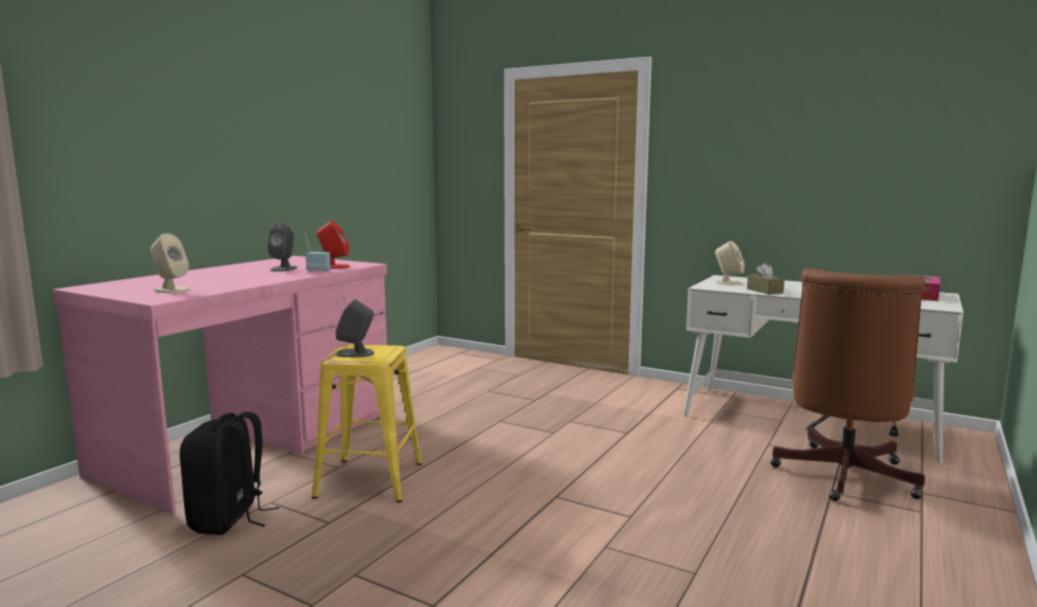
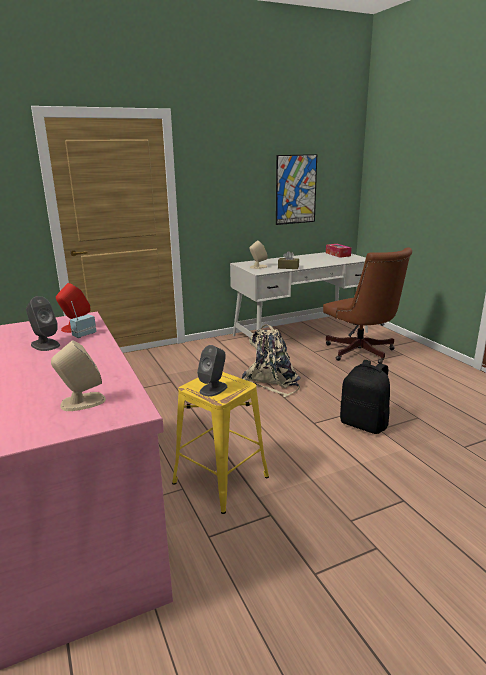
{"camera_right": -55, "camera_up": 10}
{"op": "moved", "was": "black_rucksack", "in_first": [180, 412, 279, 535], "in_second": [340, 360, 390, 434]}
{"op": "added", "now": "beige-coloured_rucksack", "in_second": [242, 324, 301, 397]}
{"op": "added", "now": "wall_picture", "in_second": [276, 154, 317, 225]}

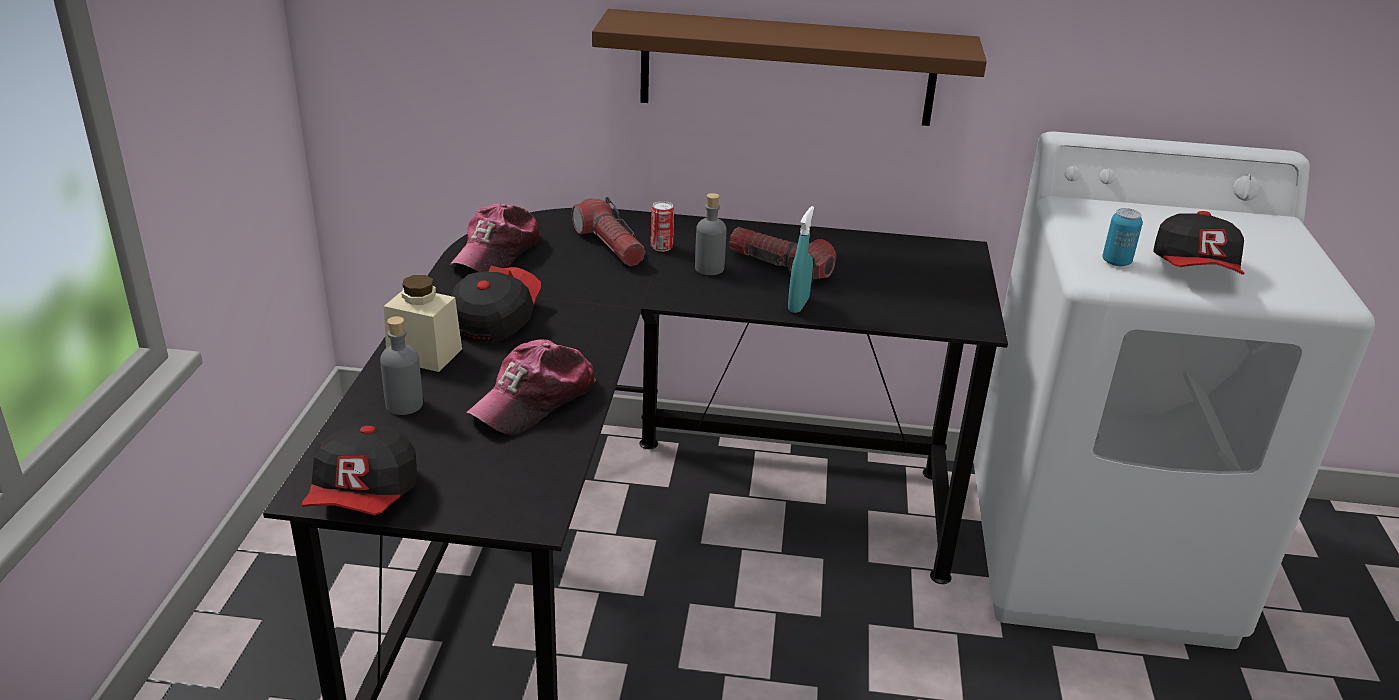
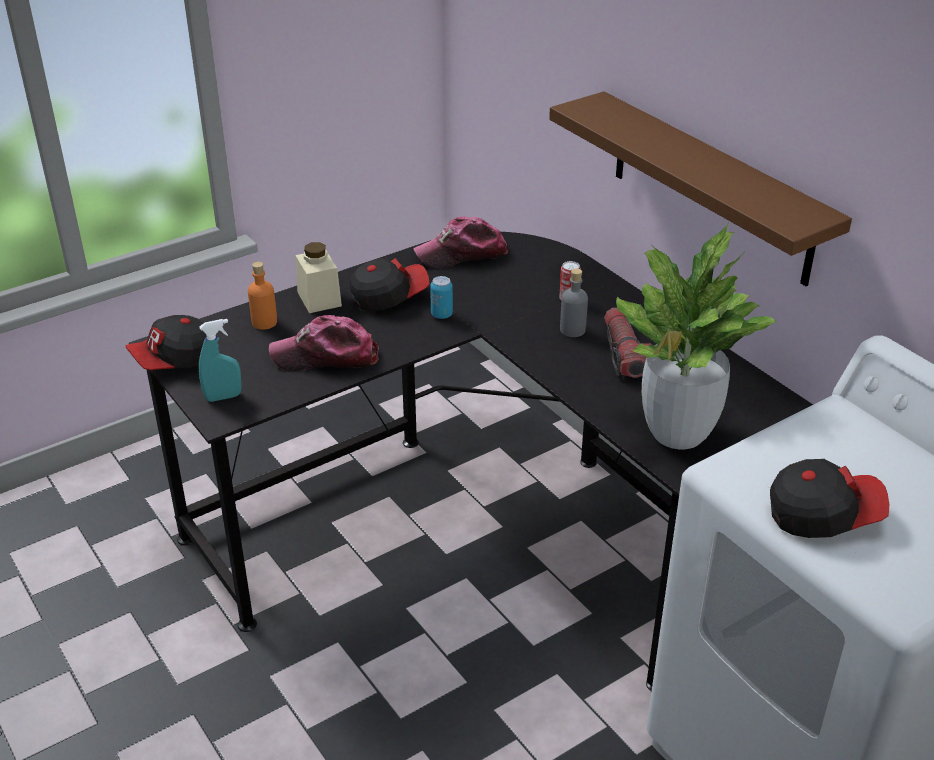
{"camera_right": 50, "camera_up": 5}
{"op": "recoloured", "was": "greyish_drink_bottle", "now": "orangey_drink_bottle", "in_first": [380, 316, 423, 415], "in_second": [248, 262, 277, 330]}
{"op": "removed", "was": "torch", "in_first": [572, 197, 645, 266]}
{"op": "moved", "was": "turquoise_spray_bottle", "in_first": [788, 206, 814, 313], "in_second": [199, 319, 242, 402]}
{"op": "moved", "was": "sealed_can", "in_first": [1102, 208, 1143, 266], "in_second": [430, 276, 453, 319]}
{"op": "turned", "was": "cap", "in_first": [1153, 211, 1244, 275], "in_second": [770, 459, 889, 538], "clockwise": -150}
{"op": "added", "now": "potted_plant", "in_second": [616, 224, 778, 449]}

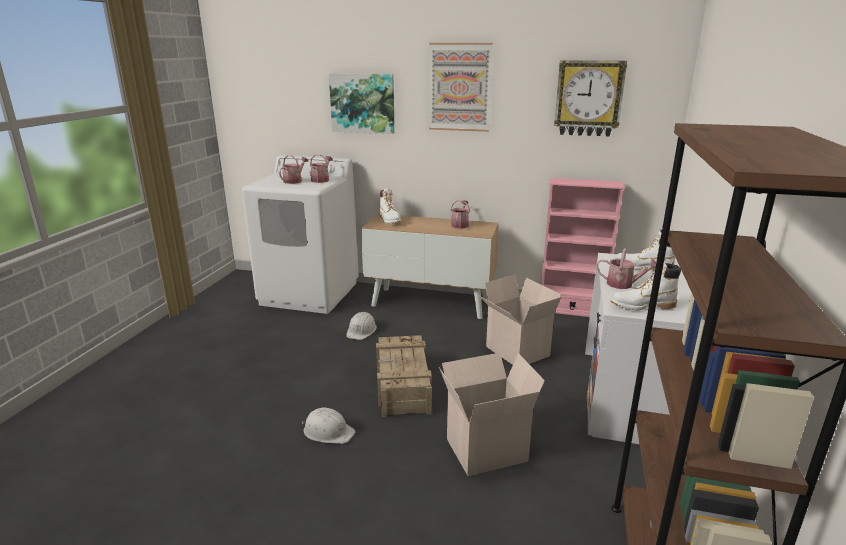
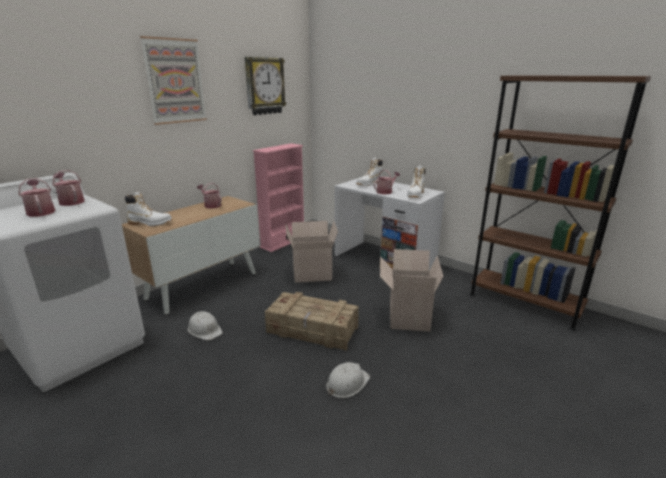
{"camera_right": -65, "camera_up": 0}
{"op": "removed", "was": "wall_picture", "in_first": [329, 73, 395, 134]}

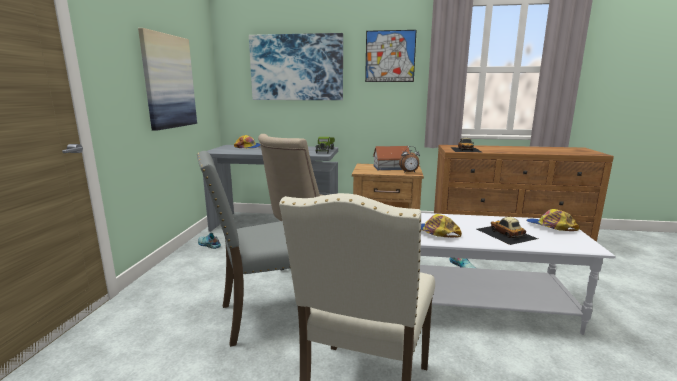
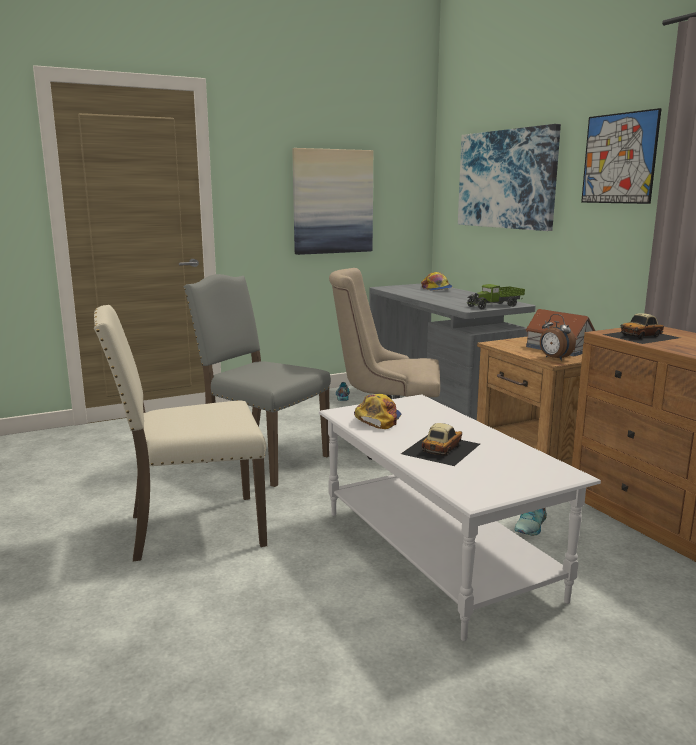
{"camera_right": 55, "camera_up": 0}
{"op": "removed", "was": "cap", "in_first": [526, 209, 580, 231]}

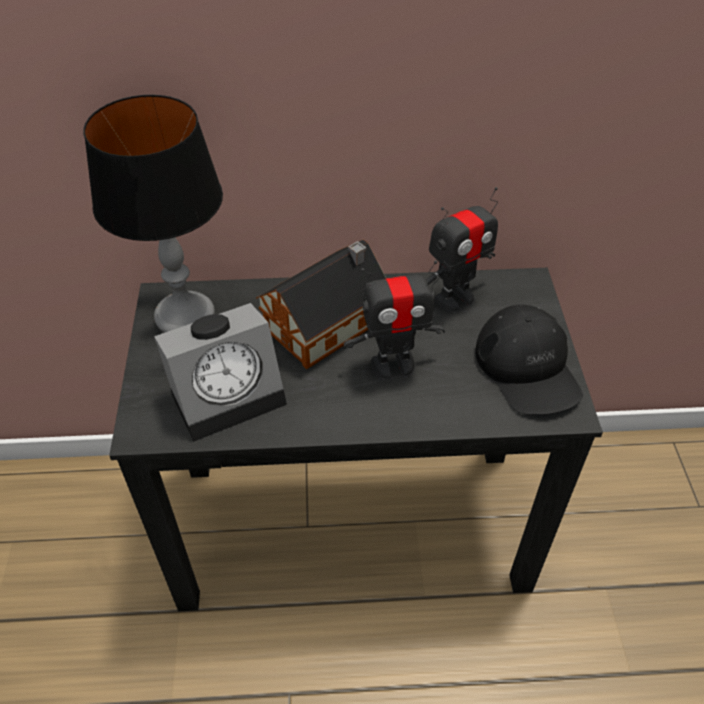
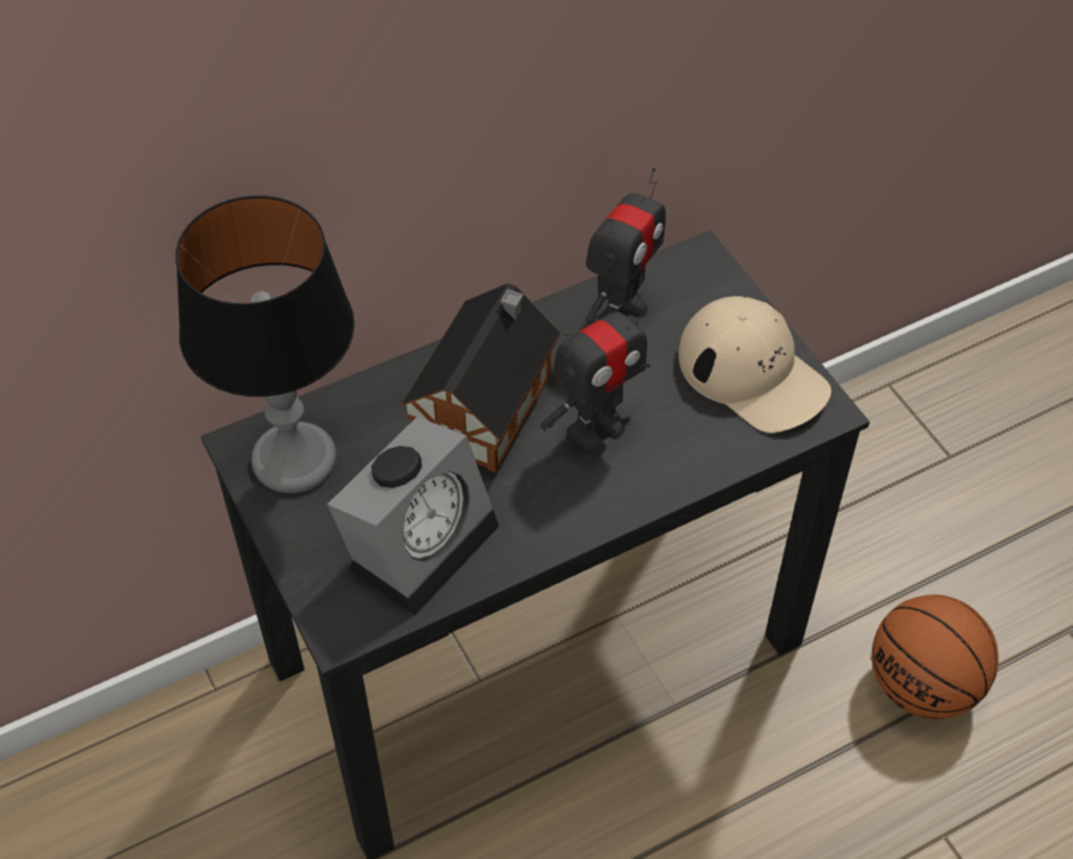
{"camera_right": -25, "camera_up": 5}
{"op": "recoloured", "was": "black_cap", "now": "beige-coloured_cap", "in_first": [475, 305, 583, 415], "in_second": [679, 296, 831, 433]}
{"op": "added", "now": "ball_for_basketball", "in_second": [872, 595, 999, 719]}

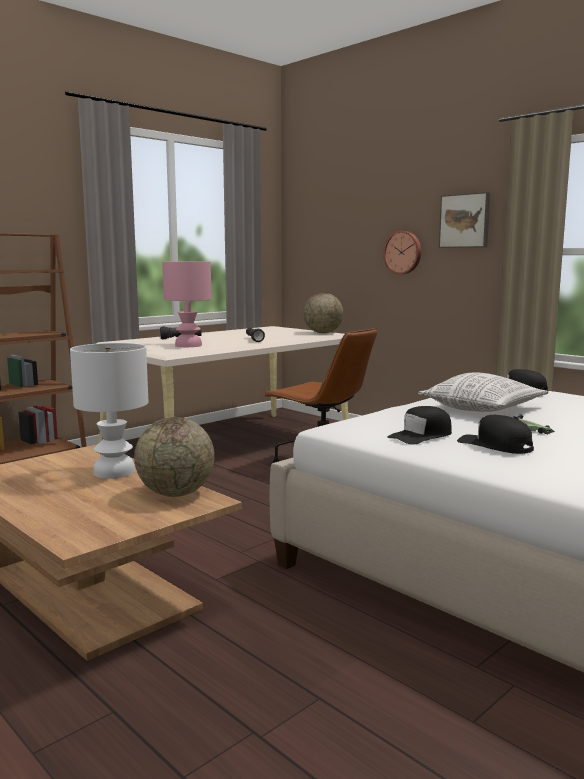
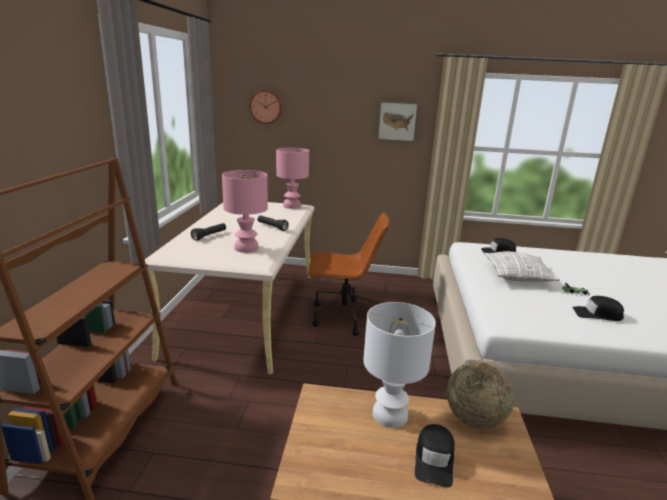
{"camera_right": -40, "camera_up": 10}
{"op": "replaced", "was": "globe", "now": "pinkish_table_lamp", "in_first": [303, 293, 343, 333], "in_second": [276, 147, 309, 209]}
{"op": "moved", "was": "wall_clock", "in_first": [383, 231, 421, 274], "in_second": [250, 90, 282, 124]}
{"op": "moved", "was": "black_cap", "in_first": [387, 406, 452, 445], "in_second": [415, 424, 455, 488]}

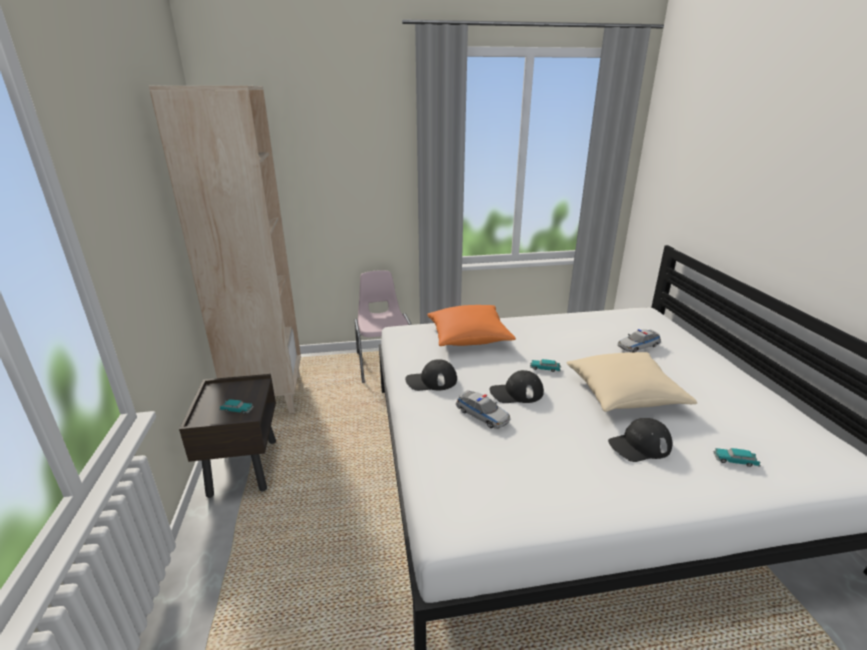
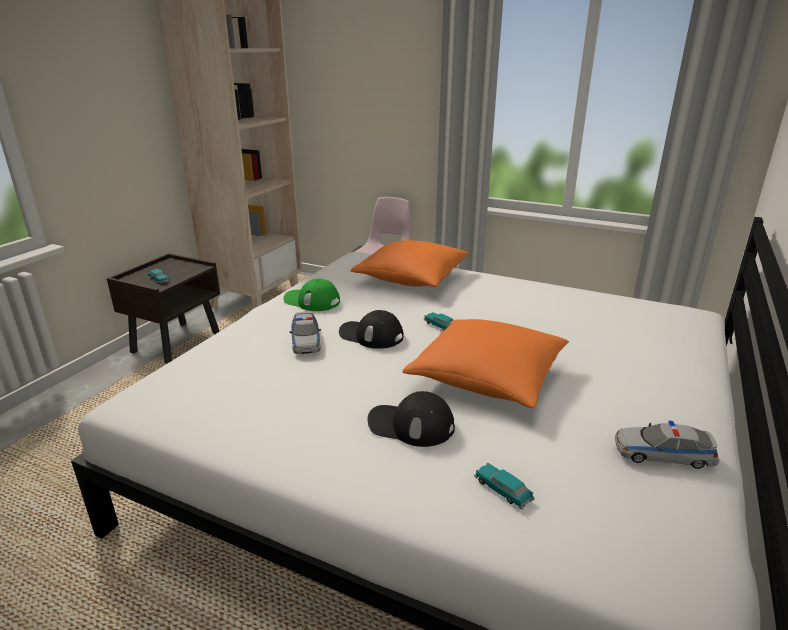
{"camera_right": 35, "camera_up": 0}
{"op": "recoloured", "was": "black_cap", "now": "green-coloured_cap", "in_first": [405, 359, 457, 391], "in_second": [283, 279, 340, 311]}
{"op": "recoloured", "was": "beige-coloured_cushion", "now": "orangey_cushion", "in_first": [567, 352, 697, 412], "in_second": [402, 319, 569, 408]}
{"op": "moved", "was": "model_car", "in_first": [618, 329, 661, 352], "in_second": [615, 421, 719, 469]}

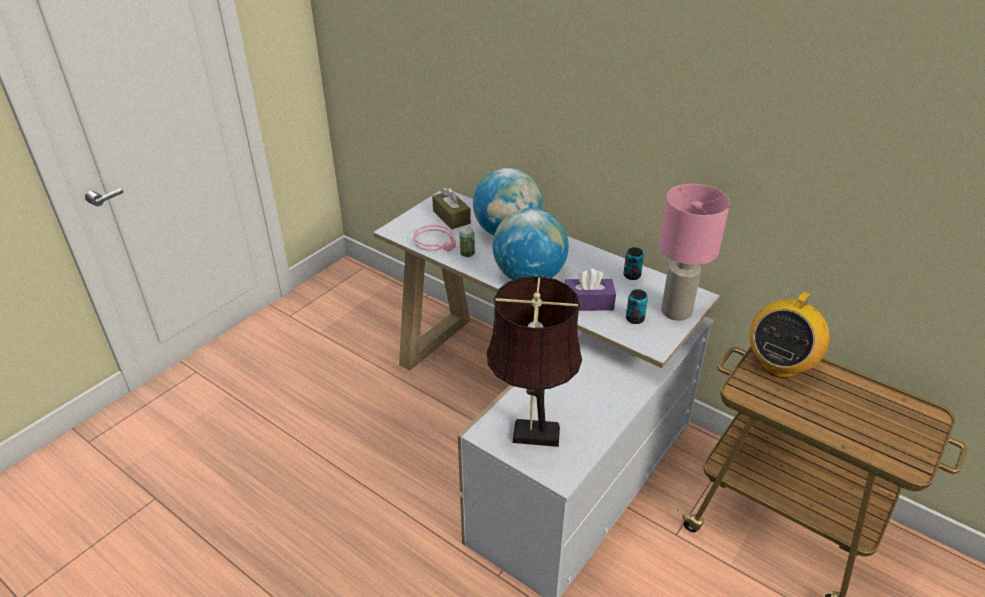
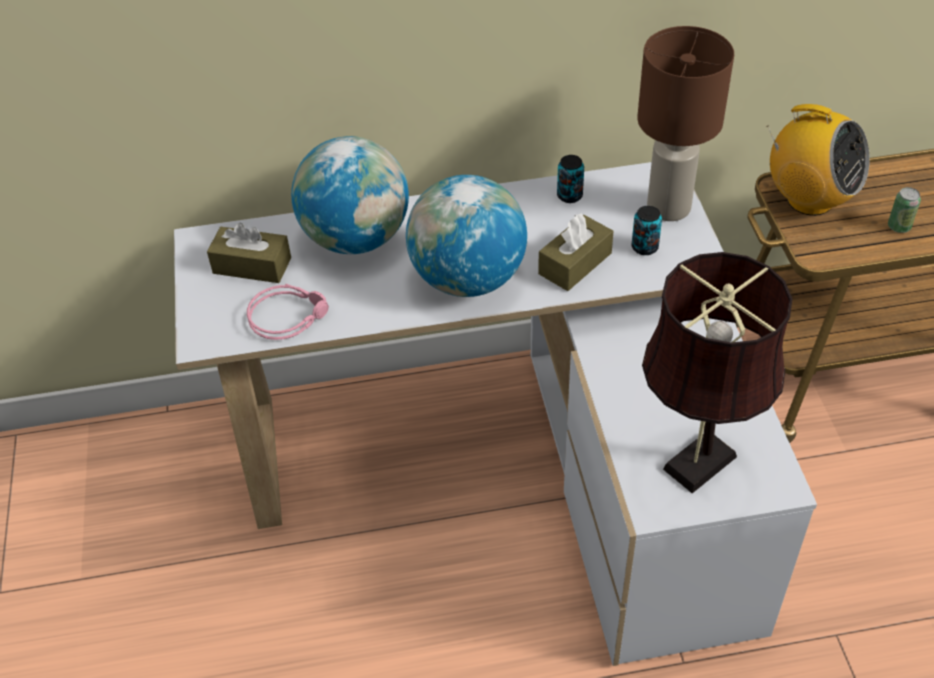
{"camera_right": -45, "camera_up": 10}
{"op": "moved", "was": "sealed_can", "in_first": [459, 227, 475, 257], "in_second": [888, 187, 921, 233]}
{"op": "recoloured", "was": "purple_tissue_holder", "now": "brownish_tissue_holder", "in_first": [565, 269, 616, 311], "in_second": [538, 213, 613, 291]}
{"op": "recoloured", "was": "pinkish_table_lamp", "now": "brownish_table_lamp", "in_first": [659, 184, 730, 321], "in_second": [637, 26, 734, 221]}
{"op": "turned", "was": "radio_receiver", "in_first": [750, 286, 829, 378], "in_second": [767, 104, 870, 216], "clockwise": -45}

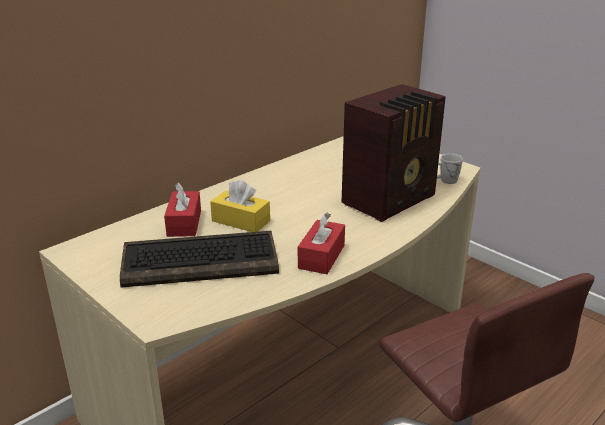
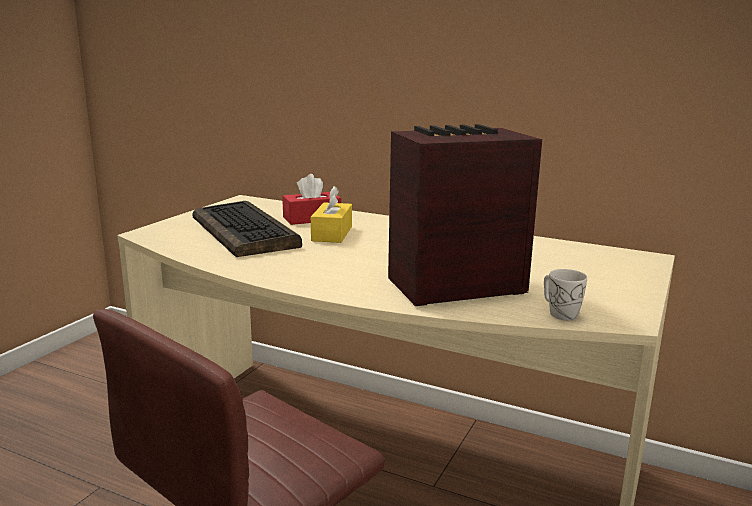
{"camera_right": 70, "camera_up": -10}
{"op": "removed", "was": "red_tissue_holder", "in_first": [298, 212, 345, 274]}
{"op": "turned", "was": "radio_receiver", "in_first": [342, 84, 446, 222], "in_second": [388, 124, 542, 306], "clockwise": 135}

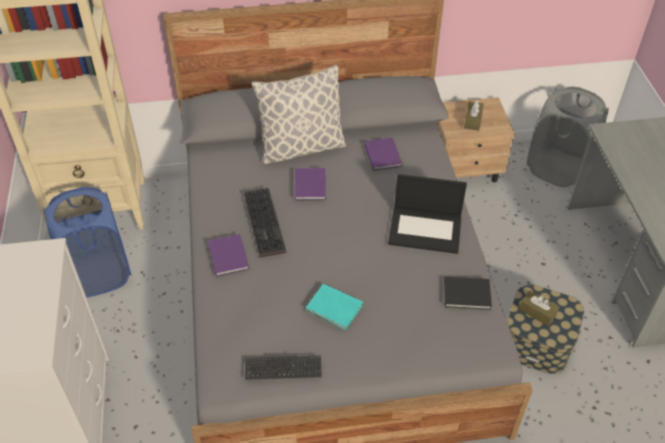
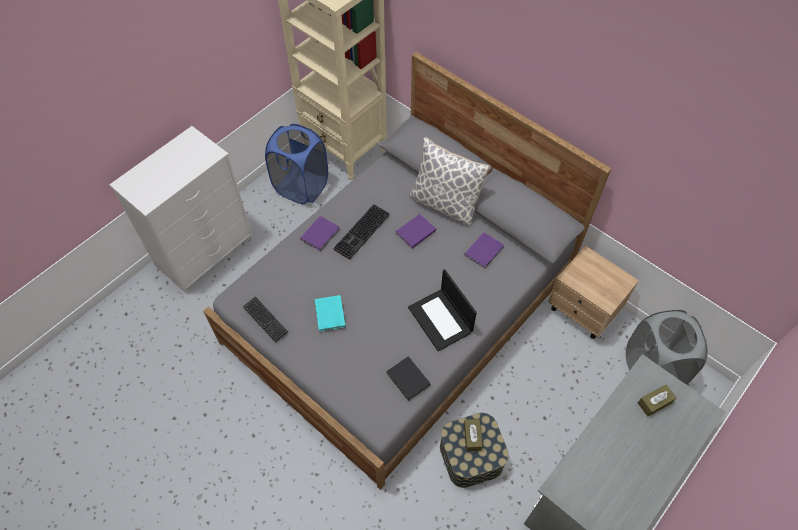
{"camera_right": 50, "camera_up": 10}
{"op": "moved", "was": "brownish_tissue_holder", "in_first": [464, 100, 484, 131], "in_second": [638, 385, 676, 416]}

